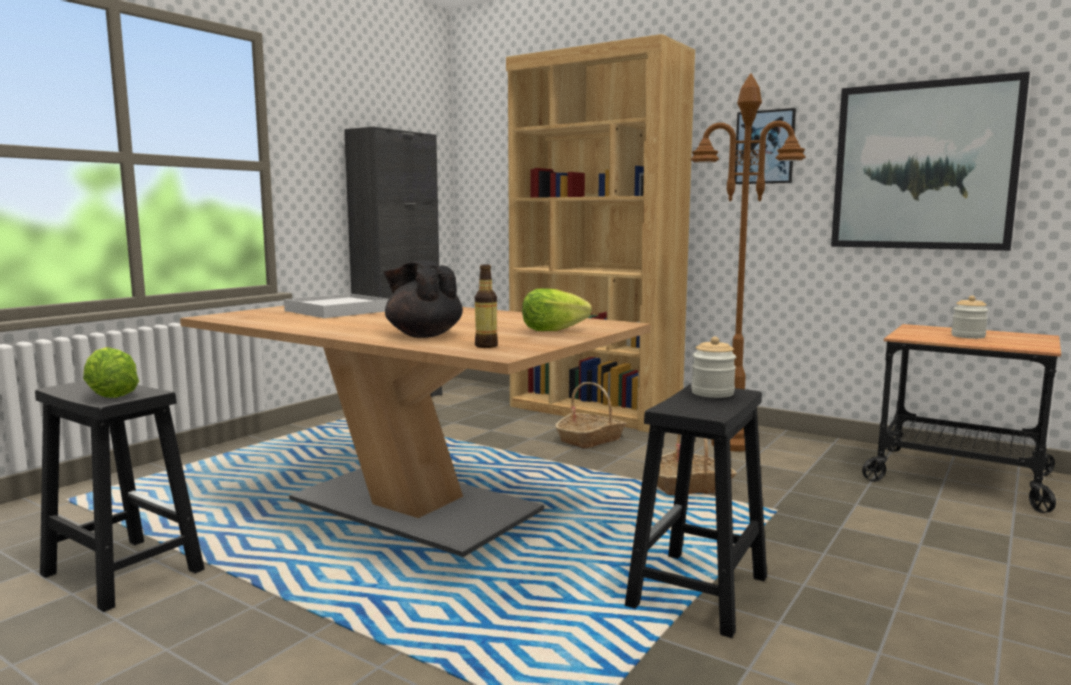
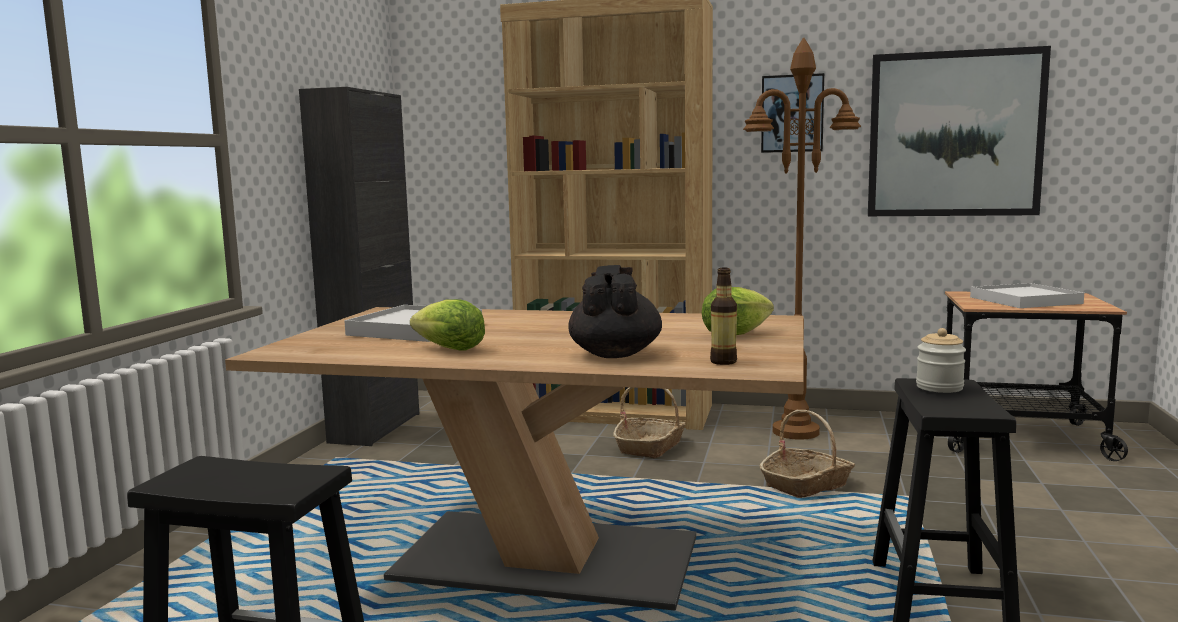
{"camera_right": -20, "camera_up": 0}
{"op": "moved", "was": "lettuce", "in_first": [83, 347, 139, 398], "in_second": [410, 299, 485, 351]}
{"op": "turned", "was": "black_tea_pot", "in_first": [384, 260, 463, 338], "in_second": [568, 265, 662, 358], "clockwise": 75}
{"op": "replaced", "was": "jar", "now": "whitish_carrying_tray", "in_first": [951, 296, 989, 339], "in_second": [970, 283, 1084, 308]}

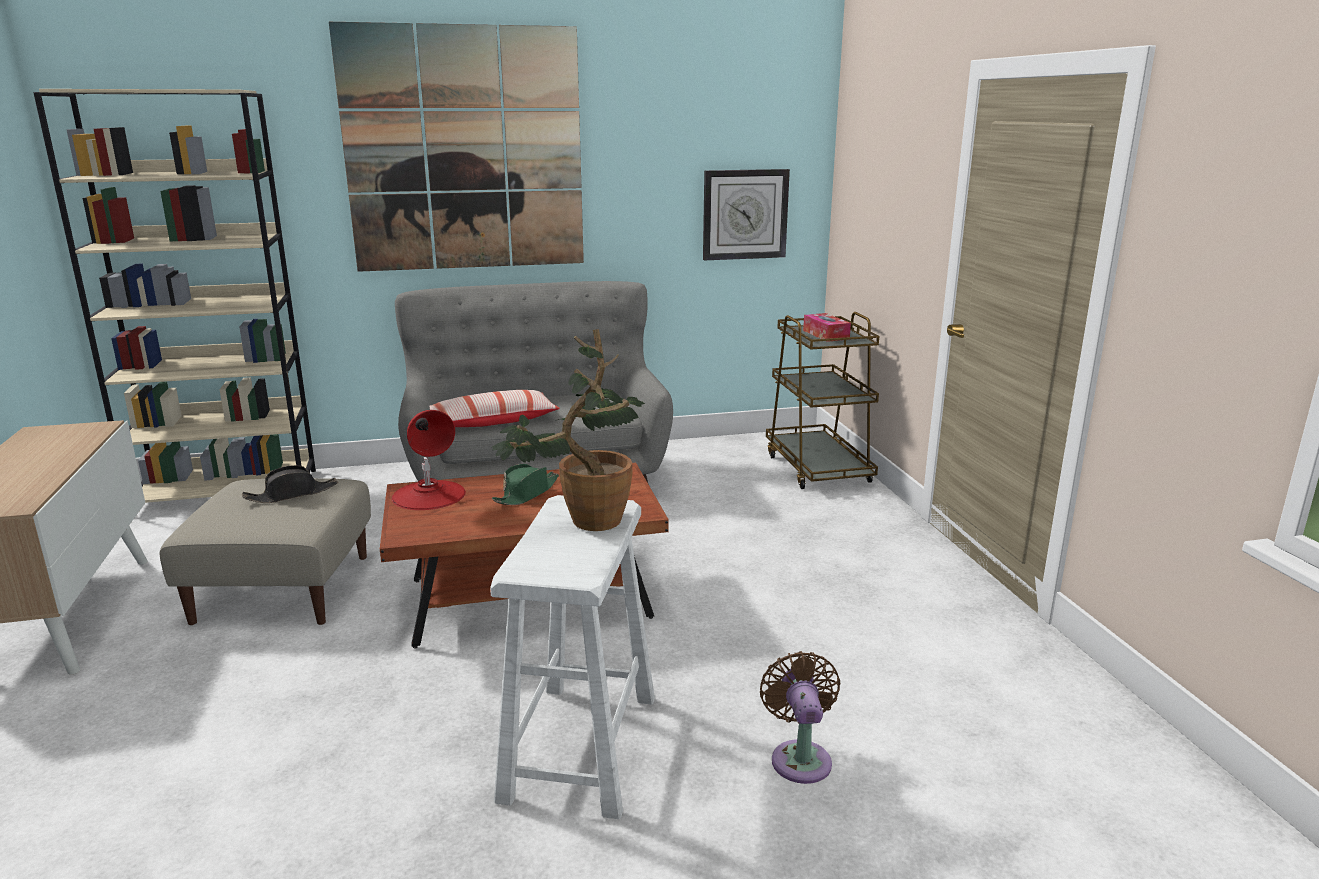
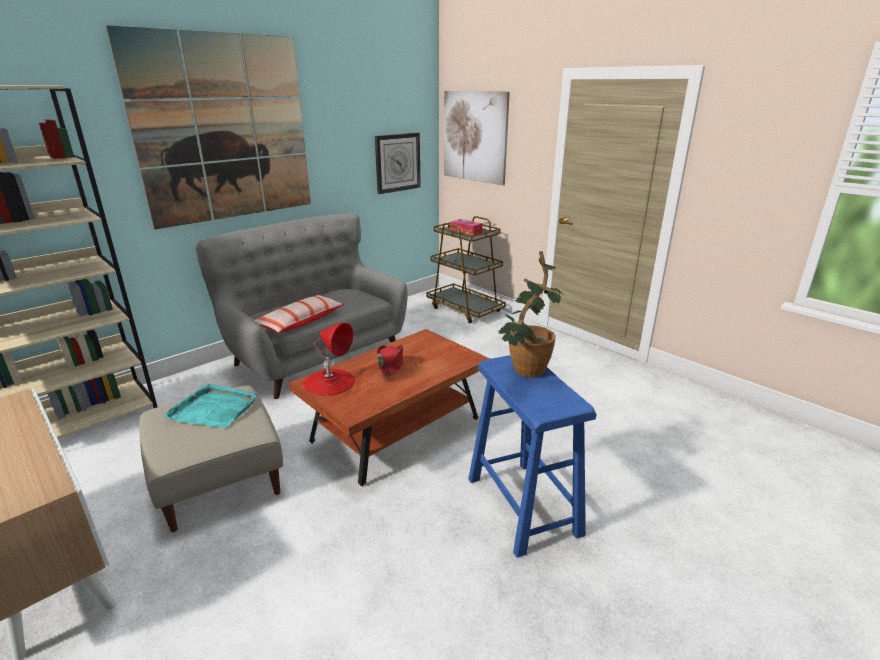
{"camera_right": -30, "camera_up": 5}
{"op": "replaced", "was": "black_clothing_hat", "now": "turquoise_carrying_tray", "in_first": [242, 465, 338, 503], "in_second": [164, 384, 257, 428]}
{"op": "recoloured", "was": "whitish_stool_seat", "now": "blue-coloured_stool_seat", "in_first": [490, 495, 655, 819], "in_second": [468, 355, 596, 558]}
{"op": "recoloured", "was": "green-coloured_clothing_hat", "now": "red_clothing_hat", "in_first": [492, 464, 559, 505], "in_second": [377, 345, 403, 375]}
{"op": "removed", "was": "brownish_cooling_fan", "in_first": [760, 651, 841, 784]}
{"op": "added", "now": "wall_picture", "in_second": [444, 91, 510, 185]}

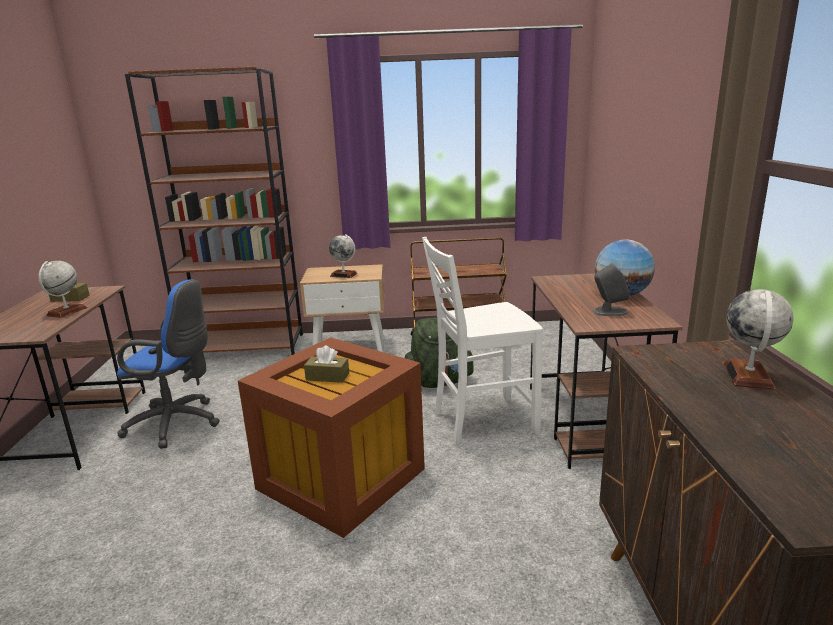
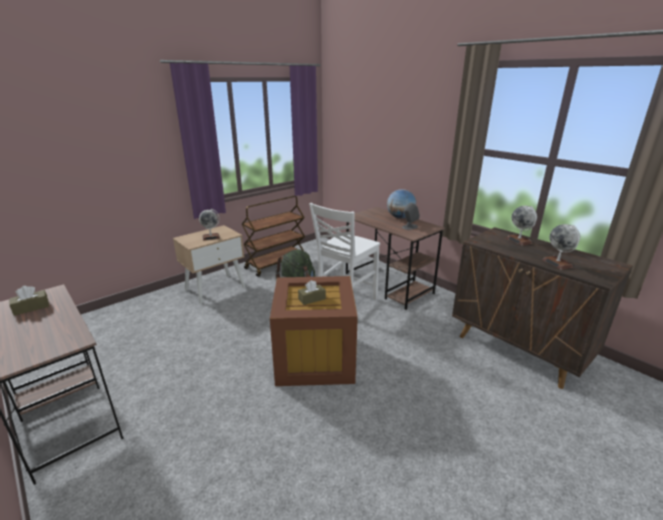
{"camera_right": -40, "camera_up": 5}
{"op": "moved", "was": "globe", "in_first": [38, 261, 87, 318], "in_second": [542, 224, 580, 270]}
{"op": "removed", "was": "blue-coloured_computer_chair", "in_first": [117, 279, 220, 449]}
{"op": "removed", "was": "brownish_bookcase", "in_first": [125, 67, 303, 355]}

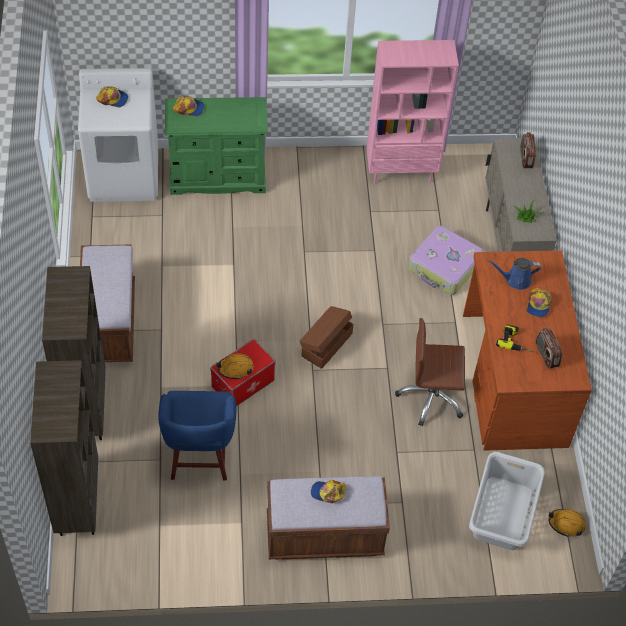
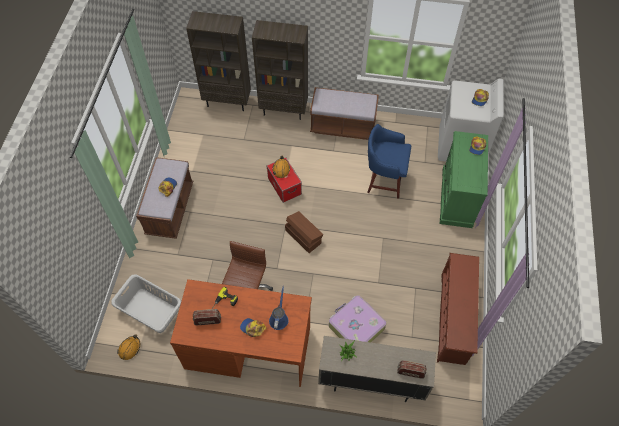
{"camera_right": 105, "camera_up": 5}
{"op": "moved", "was": "blue-coloured_stool_seat", "in_first": [158, 391, 237, 481], "in_second": [367, 124, 411, 199]}
{"op": "replaced", "was": "pinkish_bookcase", "now": "brownish_shoe_shelf", "in_first": [367, 40, 459, 184], "in_second": [437, 253, 479, 365]}

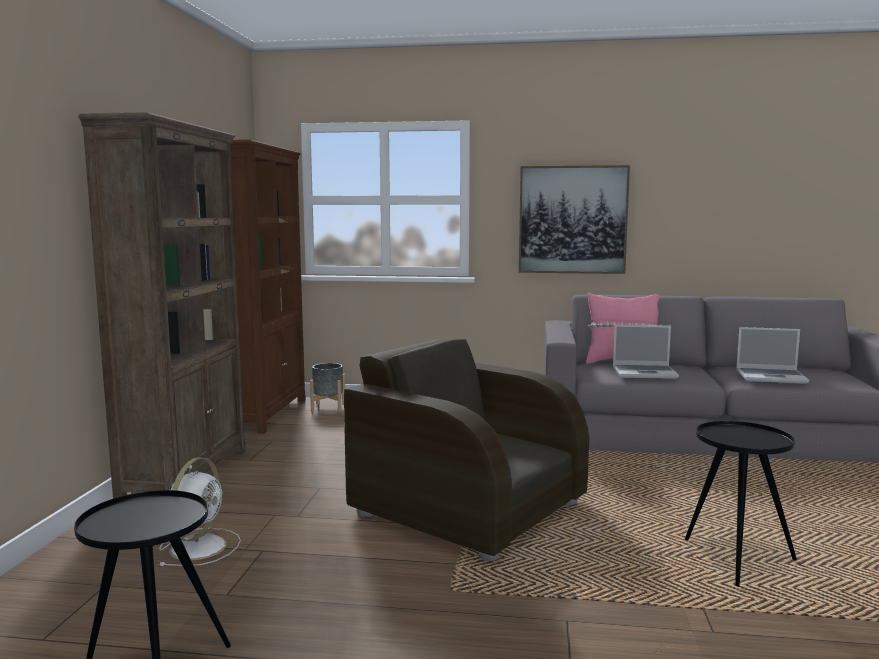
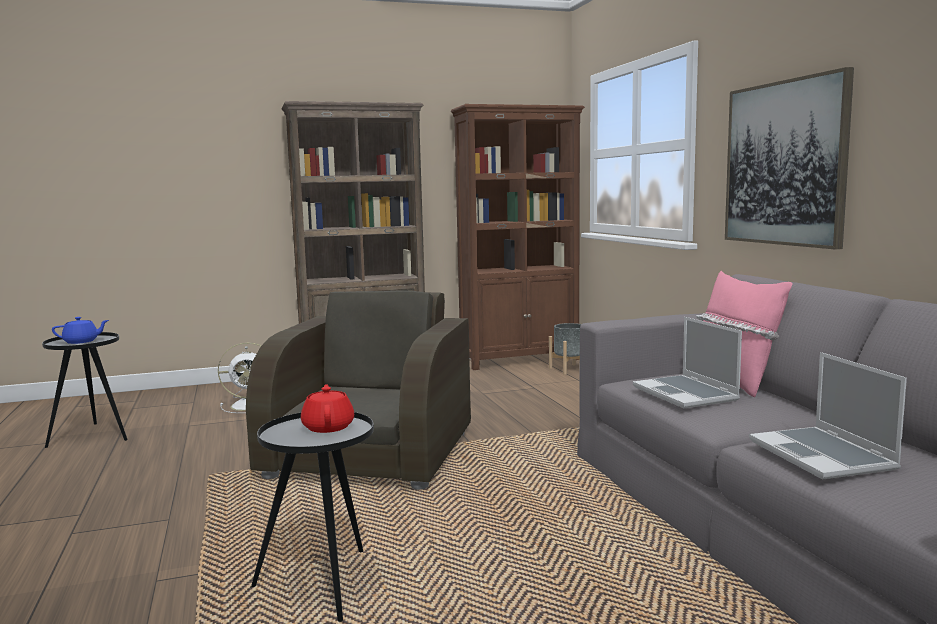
{"camera_right": 65, "camera_up": 0}
{"op": "added", "now": "blue-coloured_tea_pot", "in_second": [52, 317, 109, 344]}
{"op": "added", "now": "red_tea_pot", "in_second": [301, 384, 354, 433]}

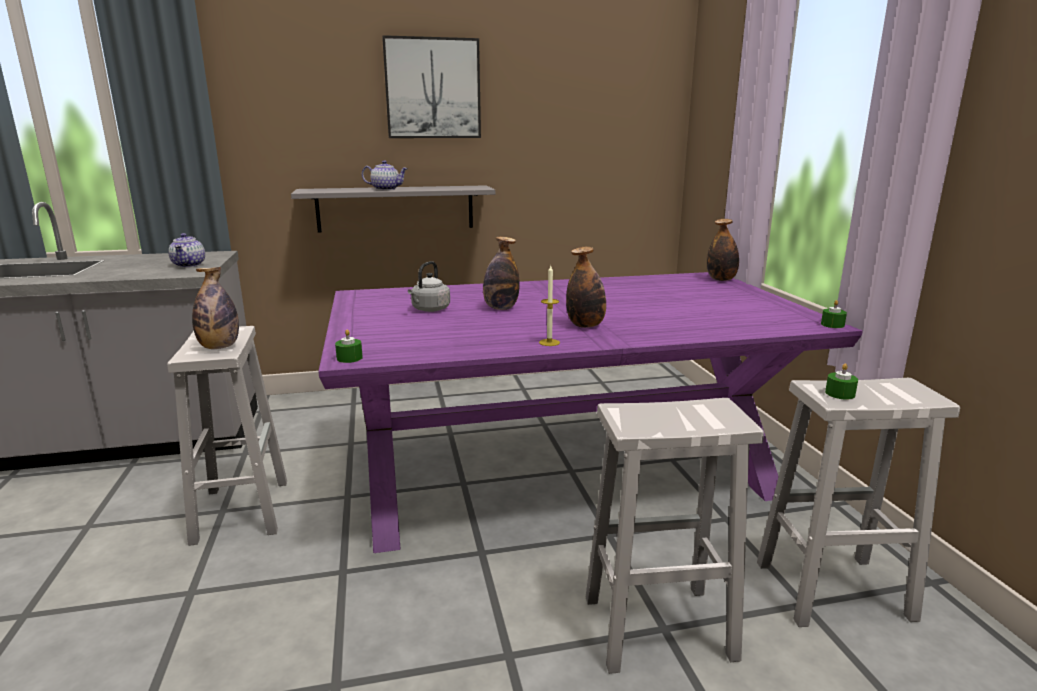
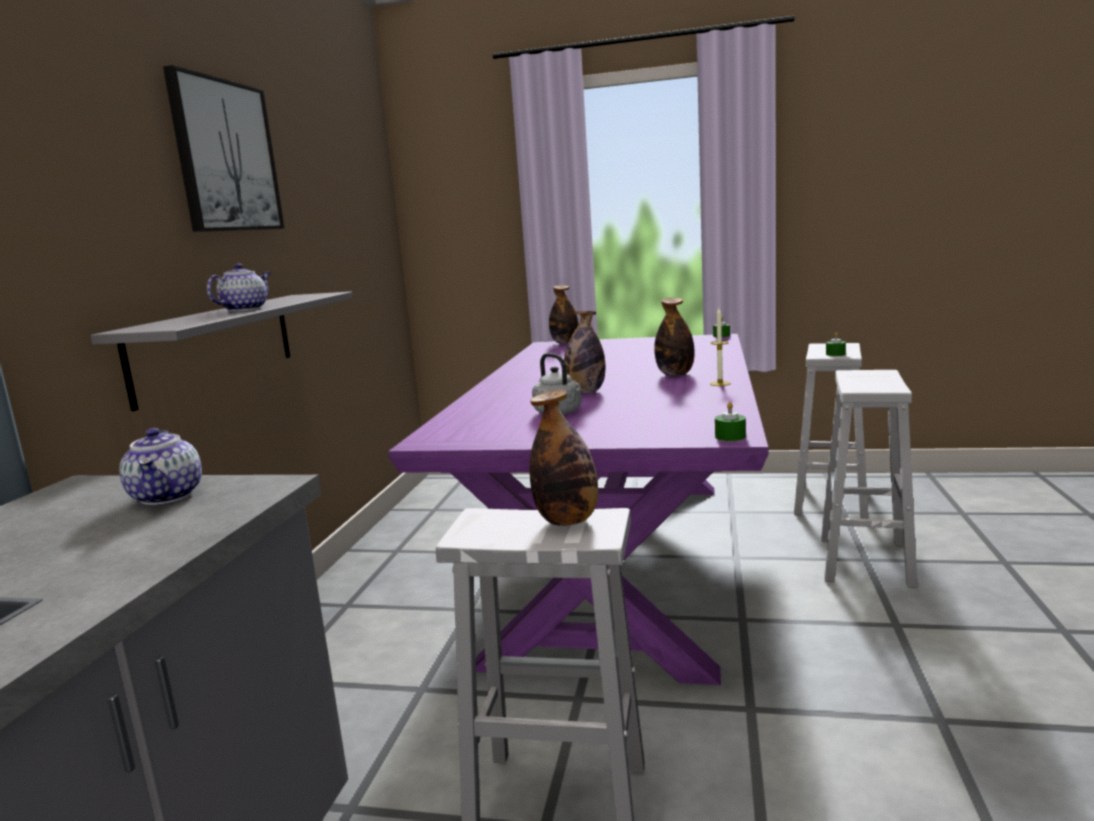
{"camera_right": -65, "camera_up": -5}
{"op": "turned", "was": "tea_pot", "in_first": [168, 233, 205, 267], "in_second": [120, 428, 202, 505], "clockwise": 60}

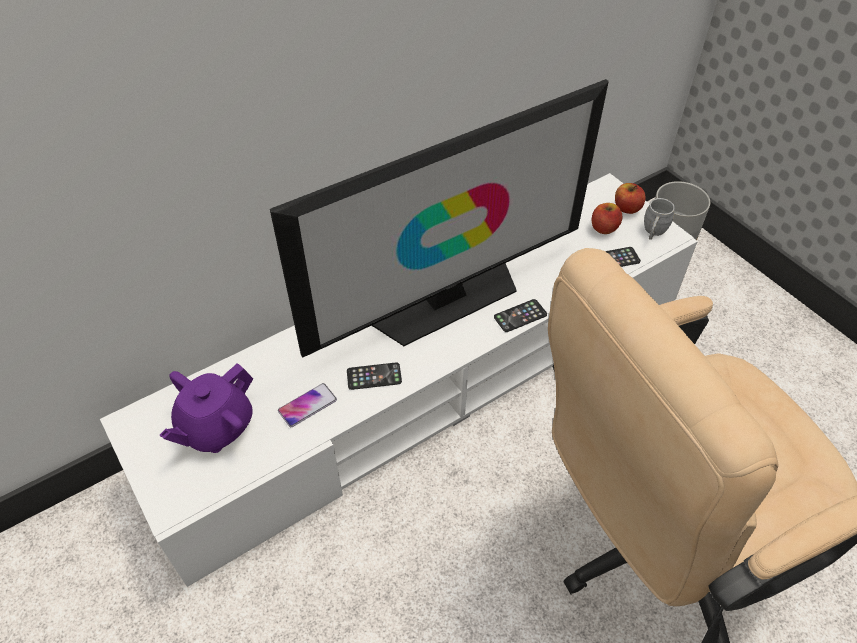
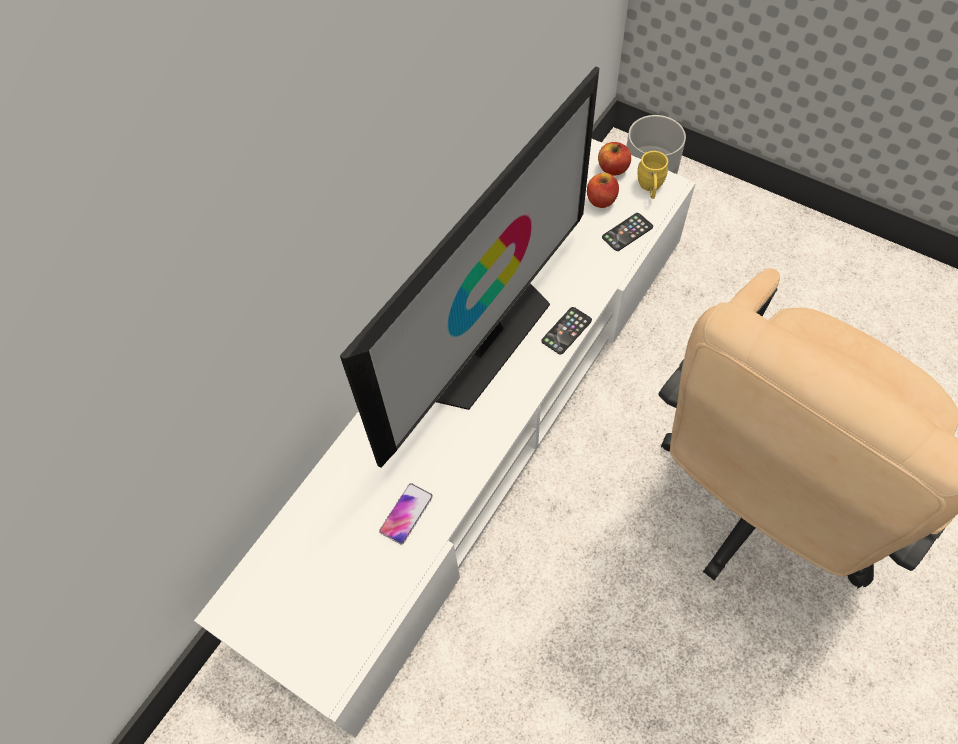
{"camera_right": -20, "camera_up": 10}
{"op": "removed", "was": "purple_tea_pot", "in_first": [160, 363, 253, 453]}
{"op": "removed", "was": "telephone", "in_first": [347, 362, 402, 390]}
{"op": "recoloured", "was": "greyish_mug", "now": "yellowish_mug", "in_first": [644, 198, 675, 240], "in_second": [638, 151, 668, 199]}

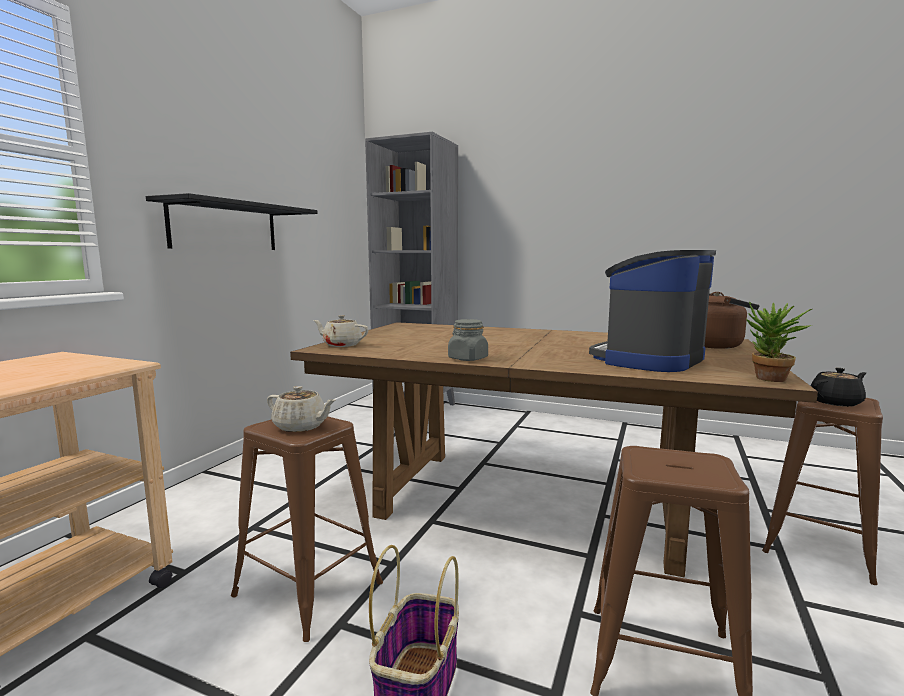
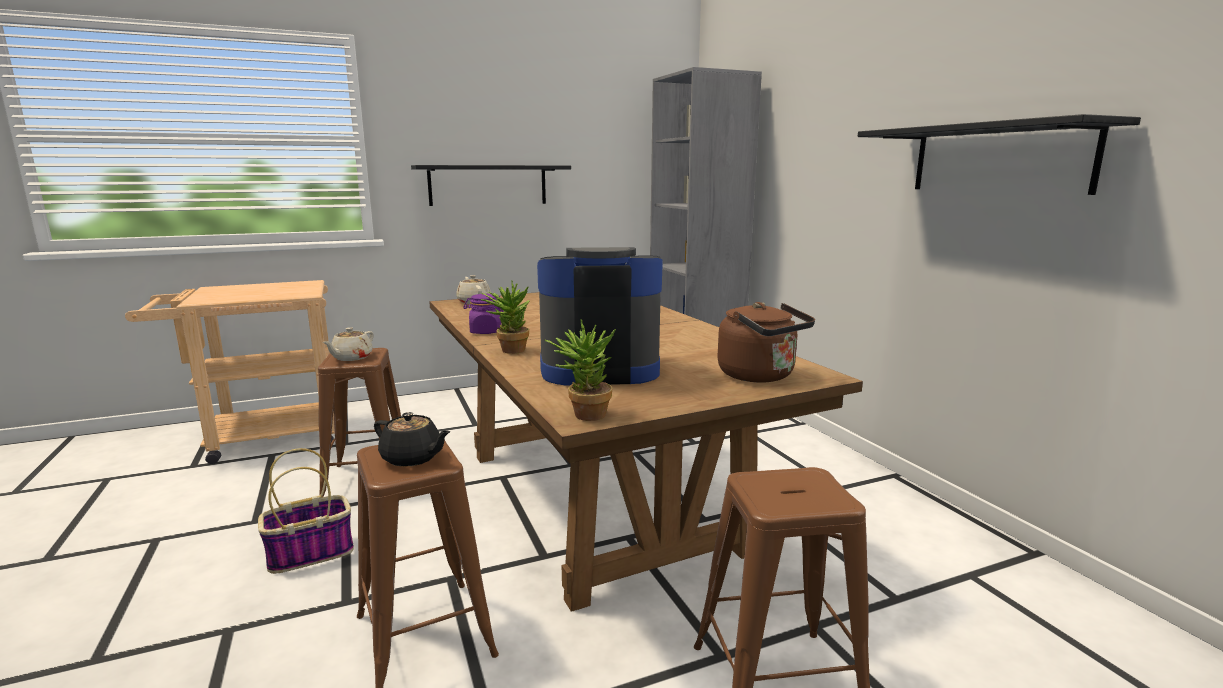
{"camera_right": 45, "camera_up": 5}
{"op": "turned", "was": "beige-coloured_tea_pot", "in_first": [267, 386, 336, 432], "in_second": [323, 327, 374, 361], "clockwise": 45}
{"op": "recoloured", "was": "greyish_jar", "now": "purple_jar", "in_first": [448, 319, 488, 361], "in_second": [463, 294, 504, 334]}
{"op": "moved", "was": "black_tea_pot", "in_first": [811, 368, 866, 407], "in_second": [374, 412, 450, 467]}
{"op": "added", "now": "potted_plant", "in_second": [481, 280, 530, 354]}
{"op": "added", "now": "black_wall_shelf", "in_second": [858, 114, 1141, 195]}

